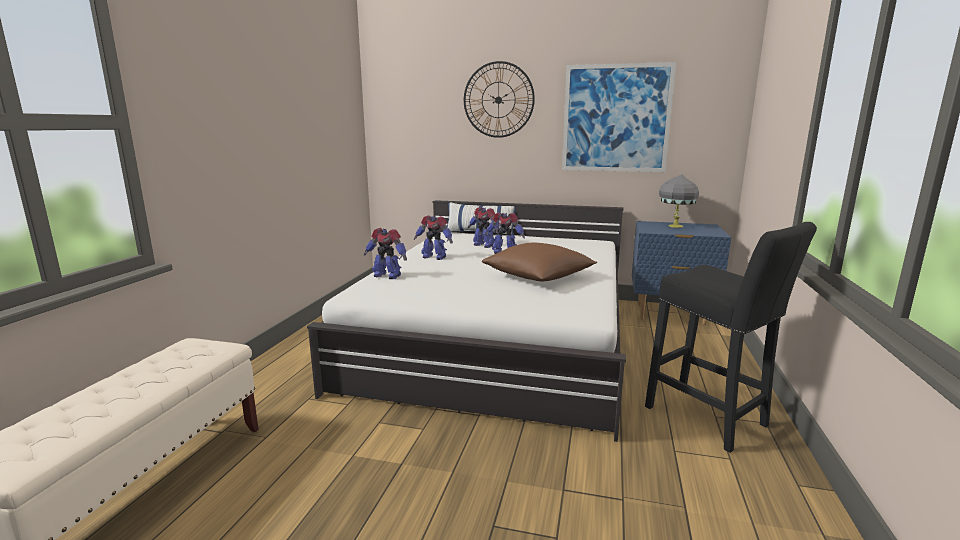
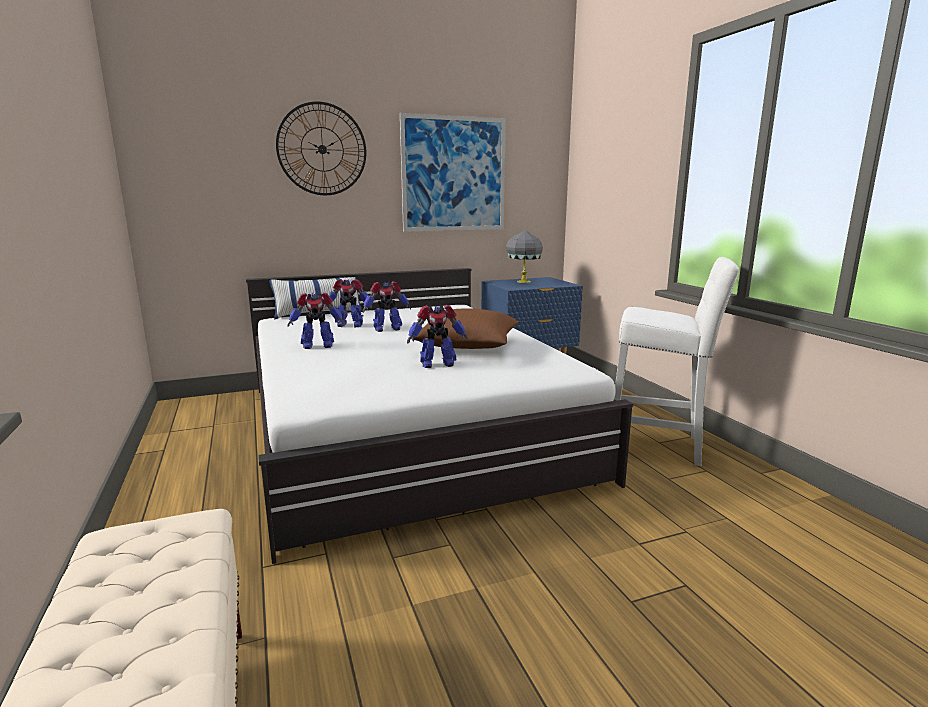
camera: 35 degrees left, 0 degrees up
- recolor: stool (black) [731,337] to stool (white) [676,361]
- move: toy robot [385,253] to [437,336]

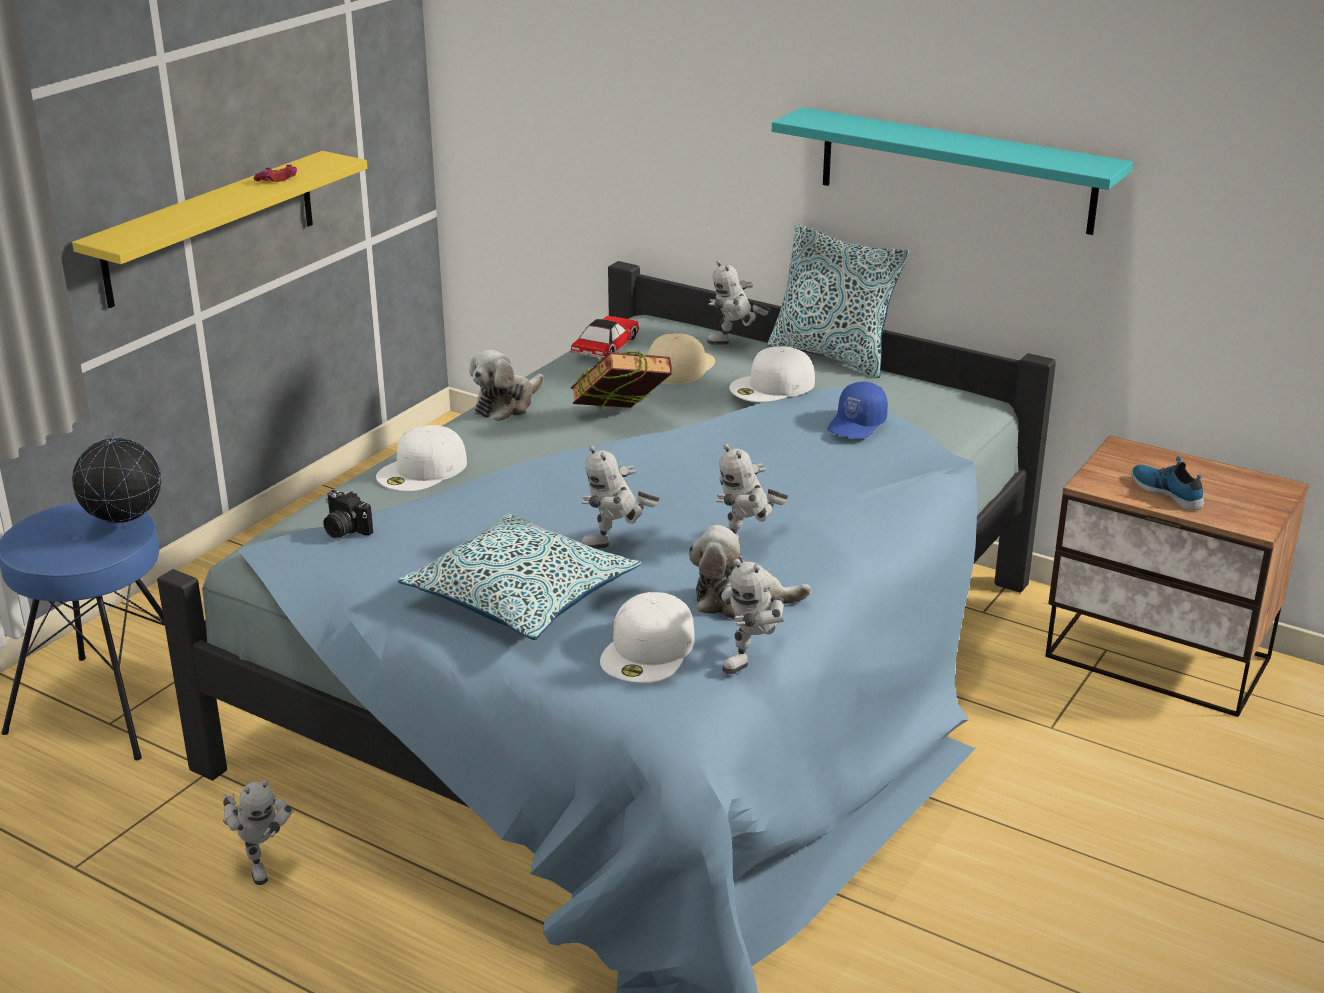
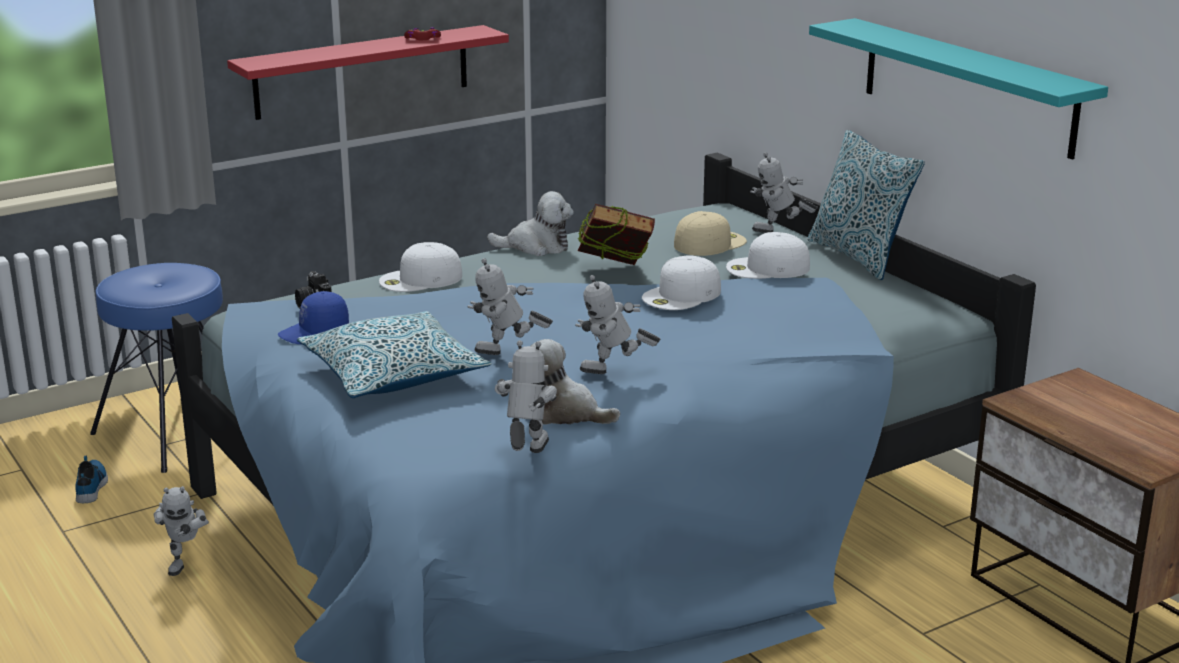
camera: 25 degrees right, 5 degrees down
- recolor: shelf (yellow) [219,229] to shelf (red) [368,72]
- delete: toy car [605,338]
- rotate: plush toy [506,385] = [530,223] 150 degrees counterclockwise
- move: cap (blue) [857,410] to [313,317]
- delete: globe [117,480]
- move: shoe [1167,483] to [91,479]
- rotate: toy robot [752,616] = [526,396] 135 degrees clockwise
- move: cap (white) [647,637] to [681,282]

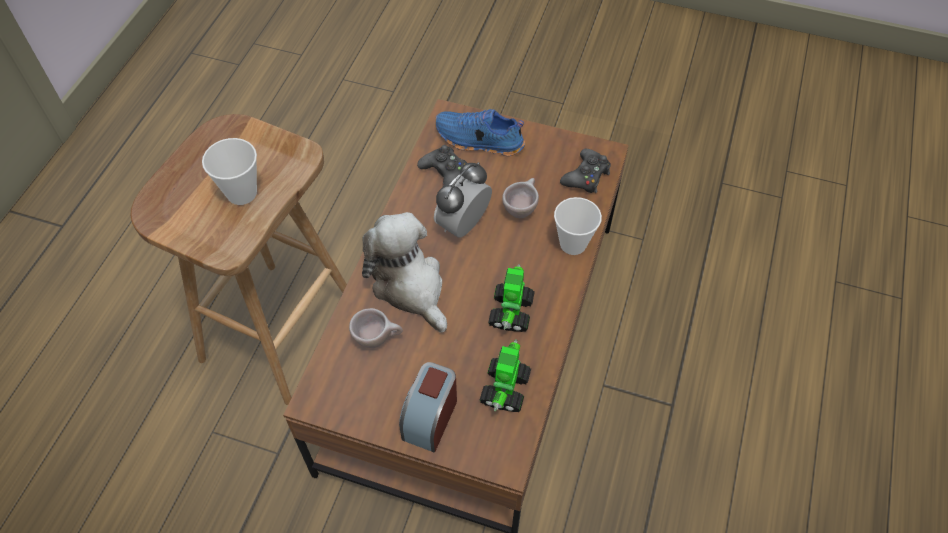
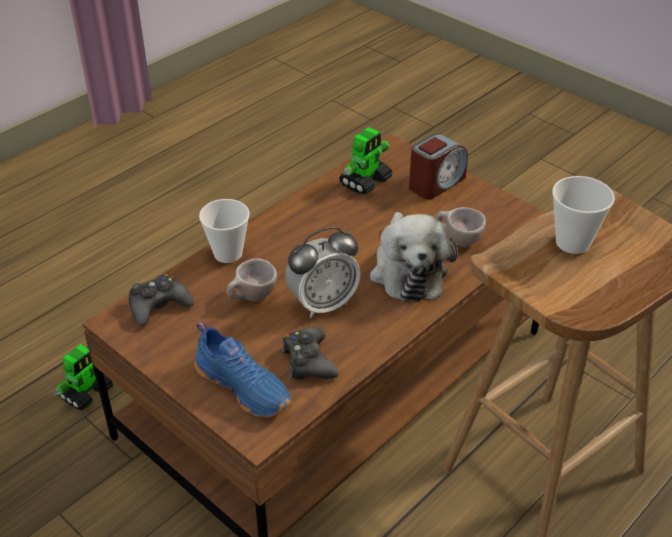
camera: 155 degrees left, 15 degrees down
- move: toy robot [511,298] to [83,377]

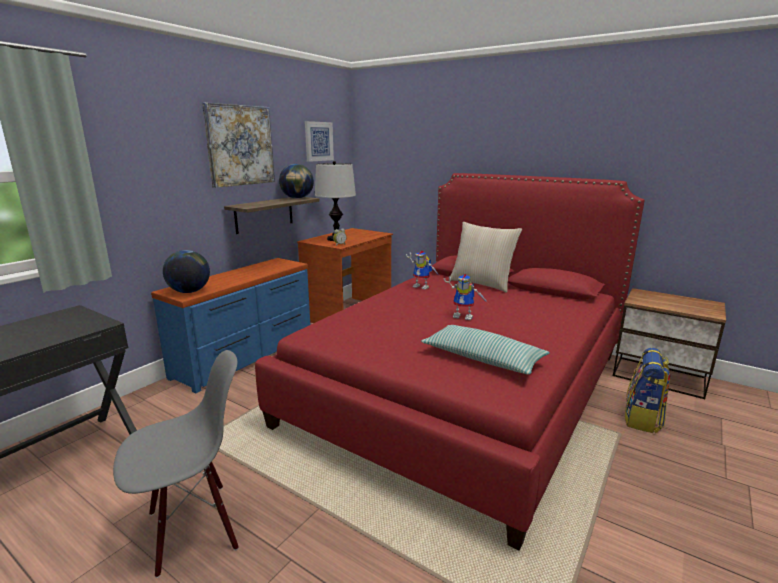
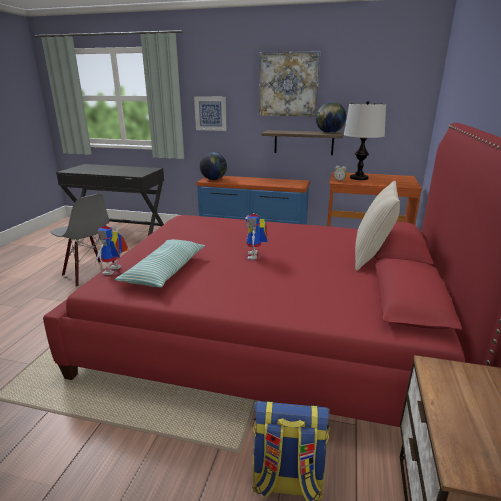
camera: 70 degrees right, 5 degrees up
- move: picture [319,141] to [210,113]
- move: toy robot [422,270] to [111,249]

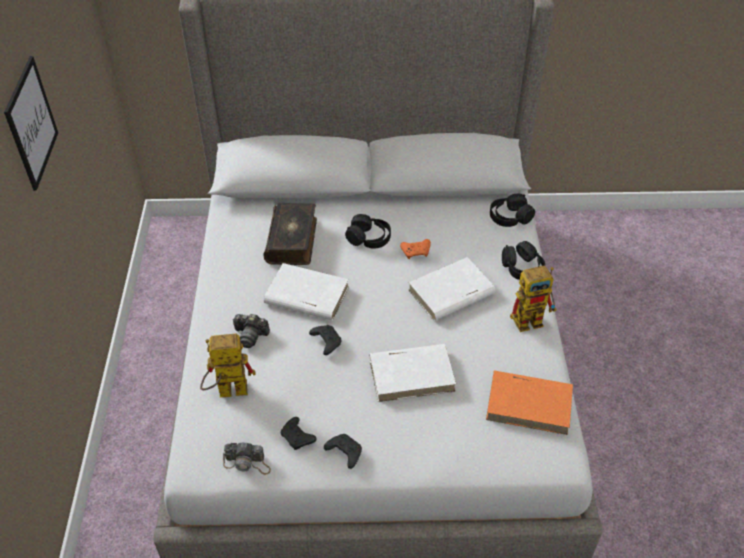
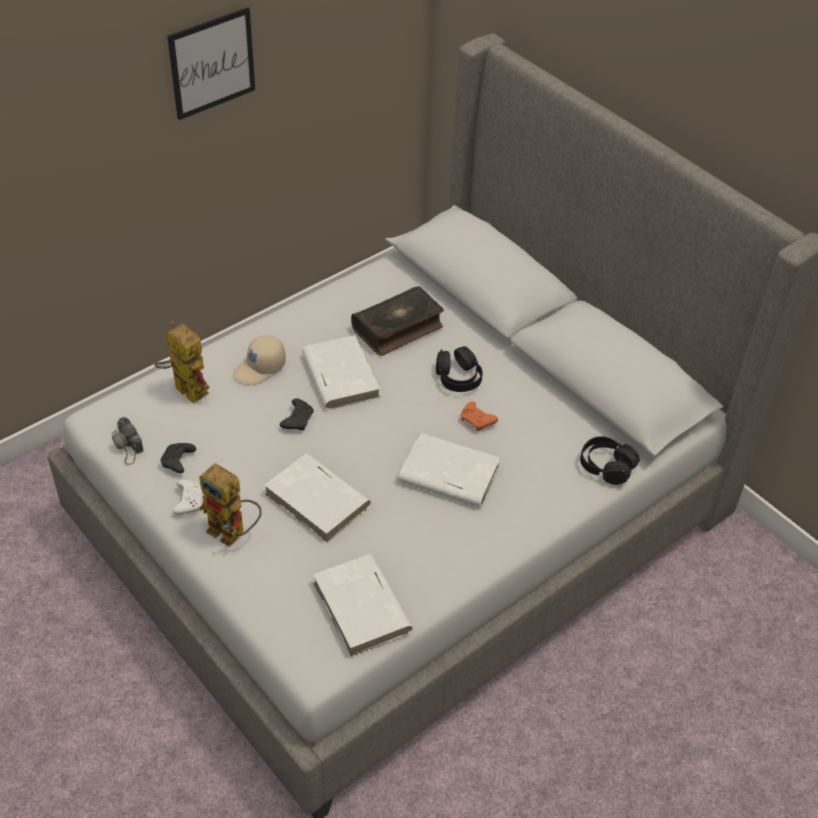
camera: 50 degrees right, 0 degrees up
- delete: headphones (black) [523,260]
- move: toy robot [533,298] to [230,505]
- replace: photo camera [251,331] to cap (beige) [260,360]
- recolor: book (orange) [529,402] to book (white) [363,605]
- recolor: game controller (black) [343,451] to game controller (white) [187,497]

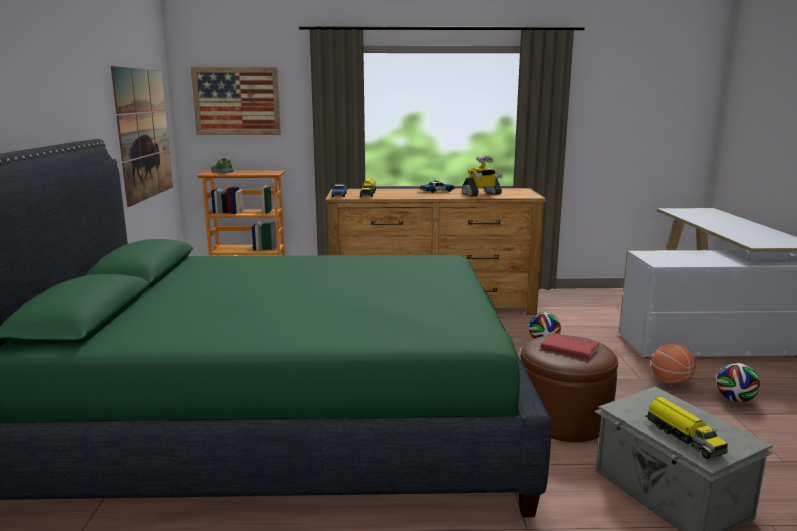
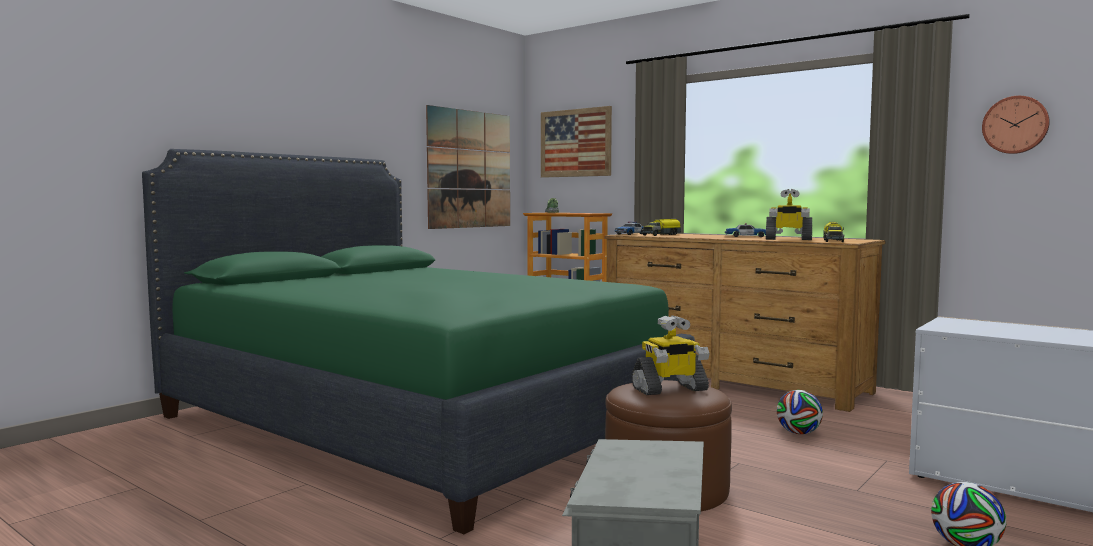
camera: 40 degrees right, 10 degrees down
- replace: book (red) [570,346] to toy robot [670,355]
- delete: basketball [673,364]
- move: toy truck [687,428] to [833,232]
- insert: wall clock [1016,125]

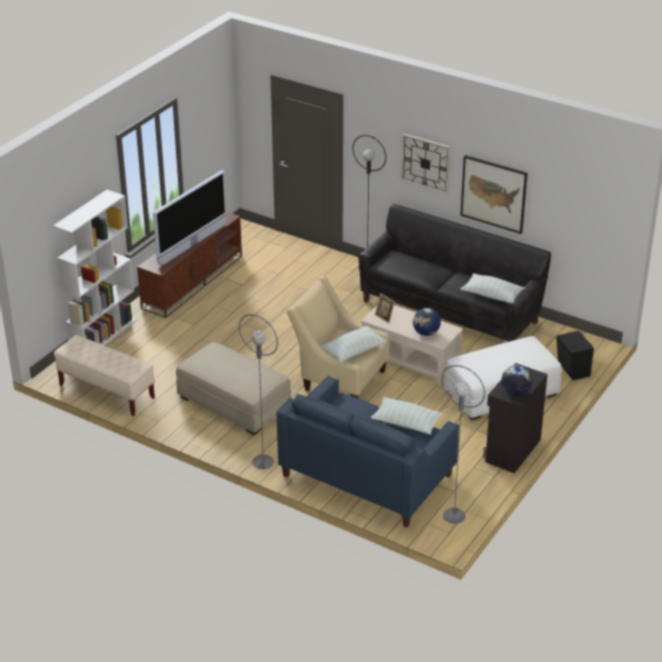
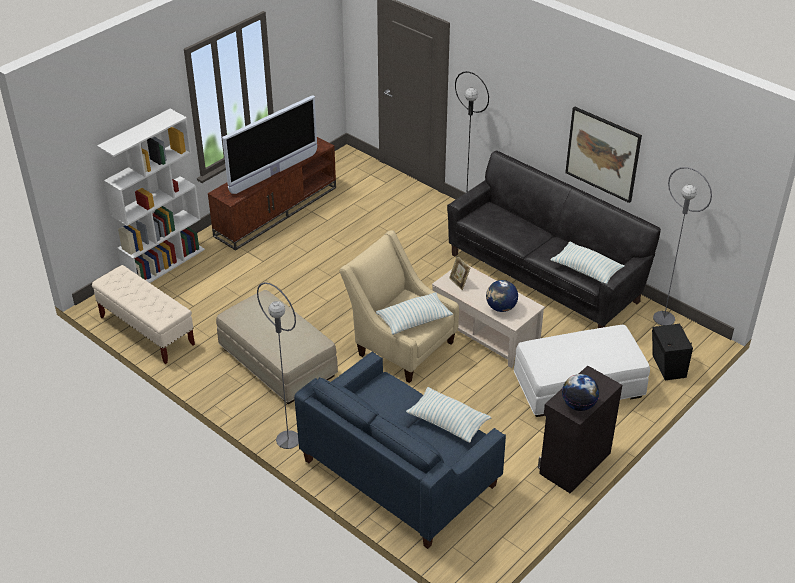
camera: 10 degrees right, 5 degrees up
- delete: wall clock [426,163]
- move: floor lamp (grey) [463,444] to [682,246]

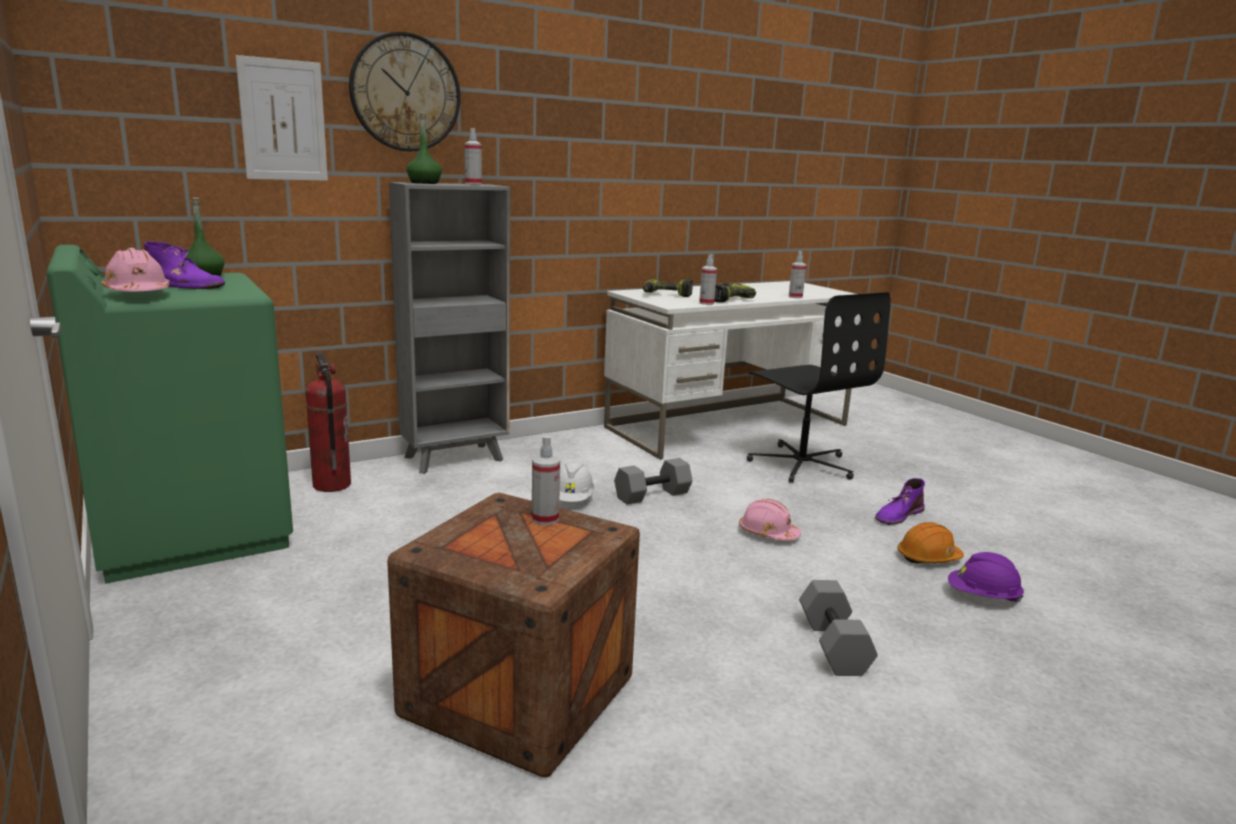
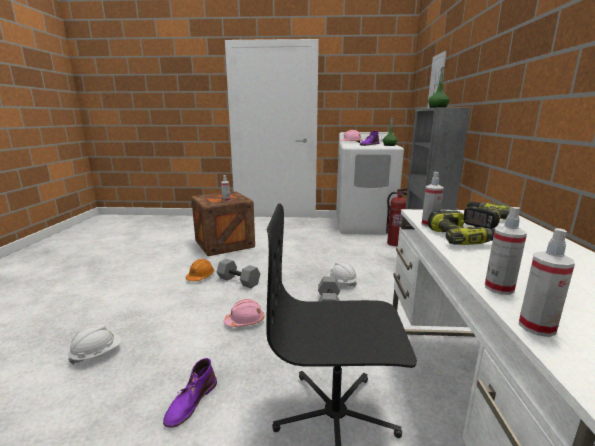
camera: 125 degrees right, 0 degrees up
- delete: wall clock [405,91]
- move: spray bottle [473,156] to [547,282]
- recolor: washing machine (green) [170,414] to washing machine (white) [370,183]
- rotate: boot (purple) [900,501] = [190,393] 150 degrees counterclockwise
- move: hard hat (orange) [930,542] to [200,270]
- recolor: hard hat (purple) [986,577] to hard hat (white) [94,345]
- move: dumbbell (grey) [838,628] to [238,273]

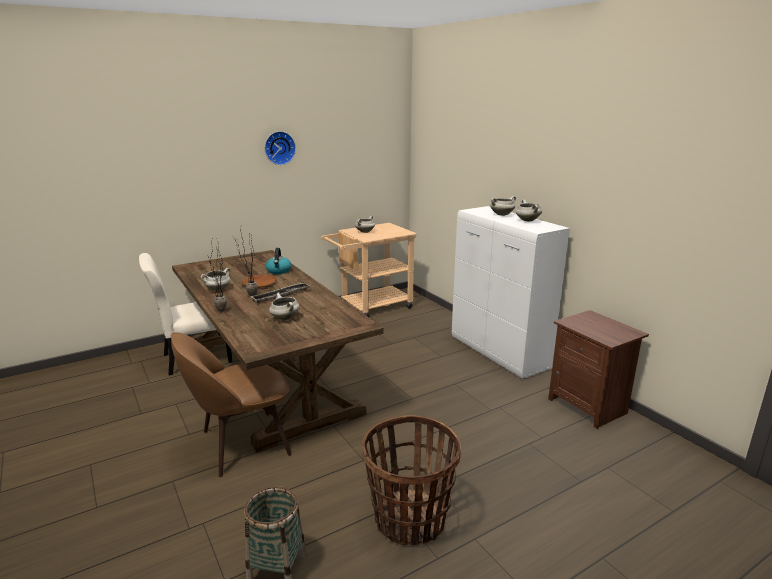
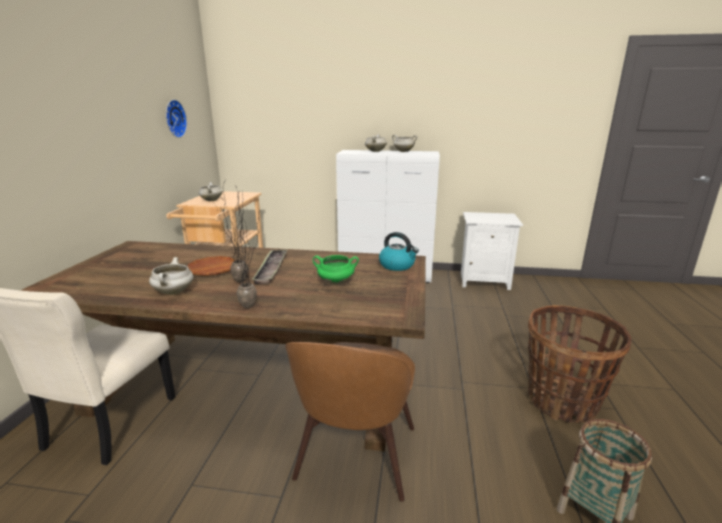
camera: 50 degrees left, 0 degrees up
- move: wall clock [280,148] to [176,119]
- move: kettle [278,261] to [399,251]
- recolor: cooking pot (white) [284,306] to cooking pot (green) [336,270]
- recolor: nightstand (brown) [598,369] to nightstand (white) [492,251]

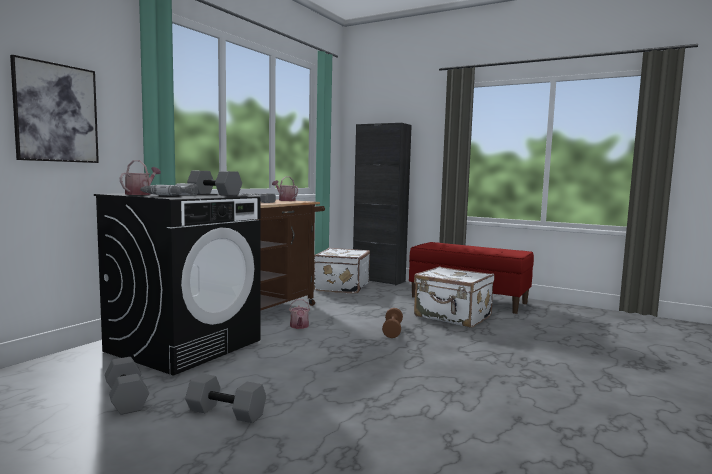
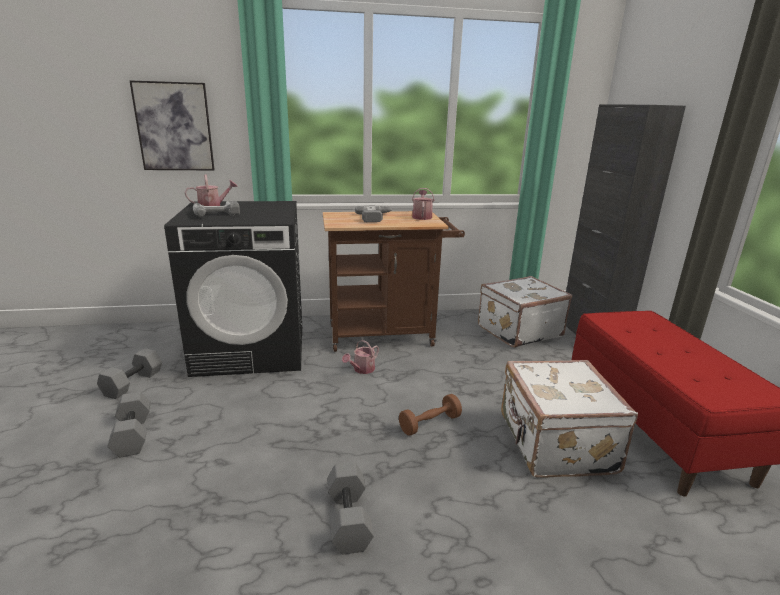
camera: 50 degrees right, 15 degrees up
- move: dumbbell (grey) [214,183] to [350,508]

